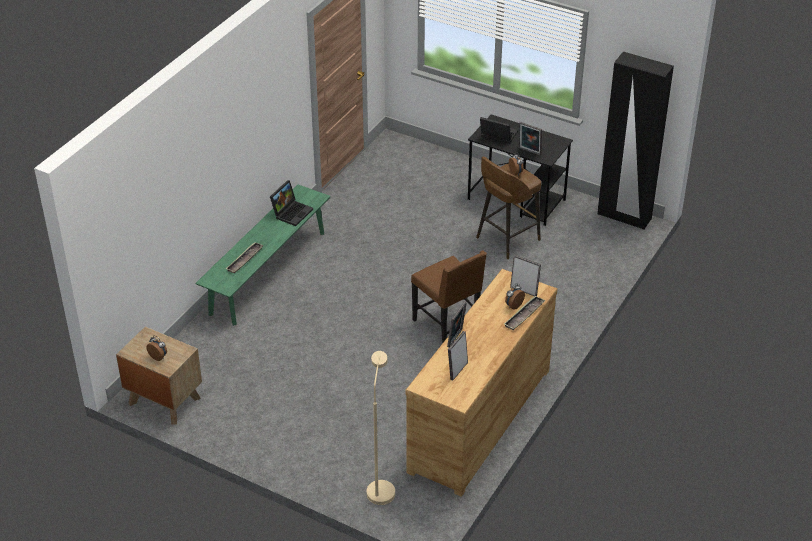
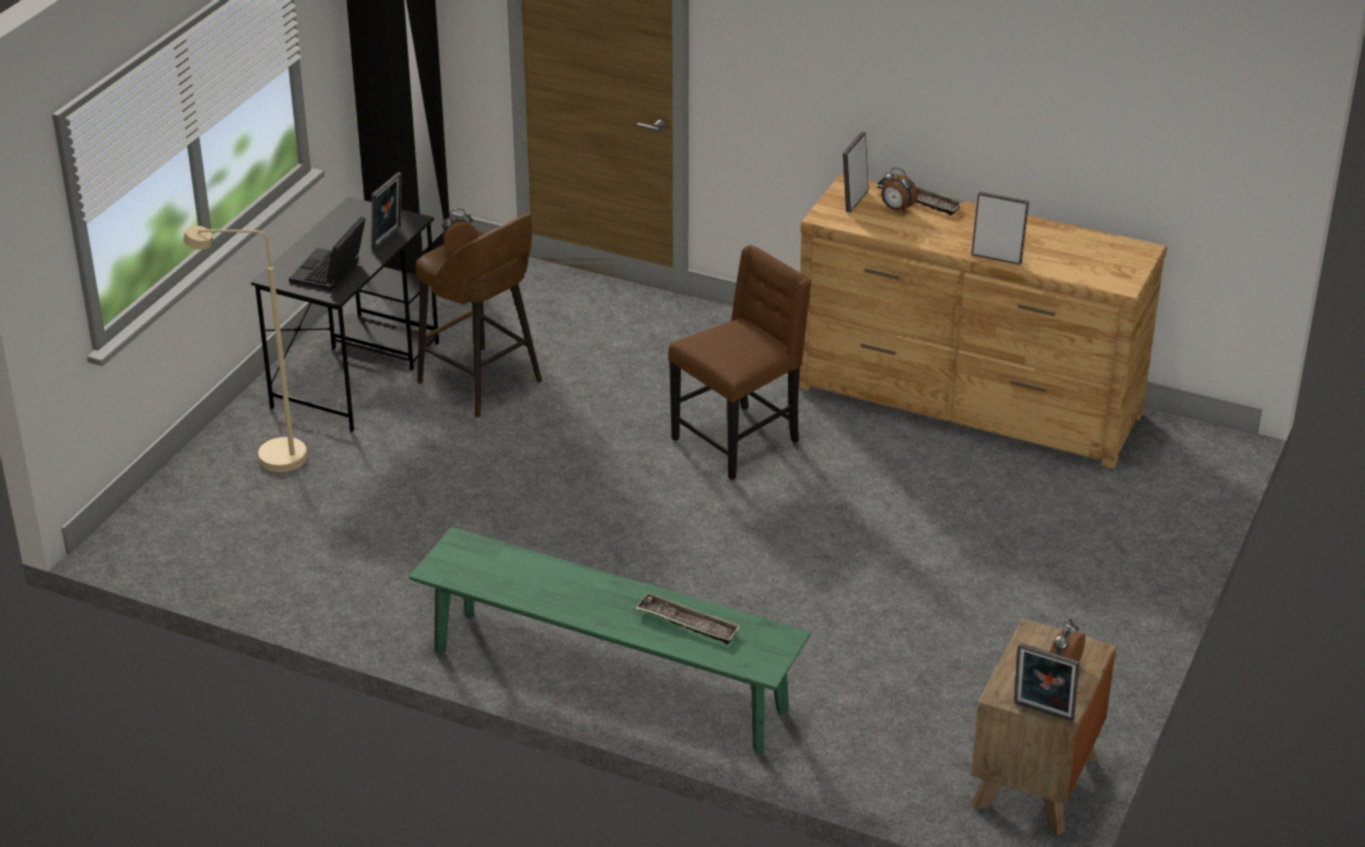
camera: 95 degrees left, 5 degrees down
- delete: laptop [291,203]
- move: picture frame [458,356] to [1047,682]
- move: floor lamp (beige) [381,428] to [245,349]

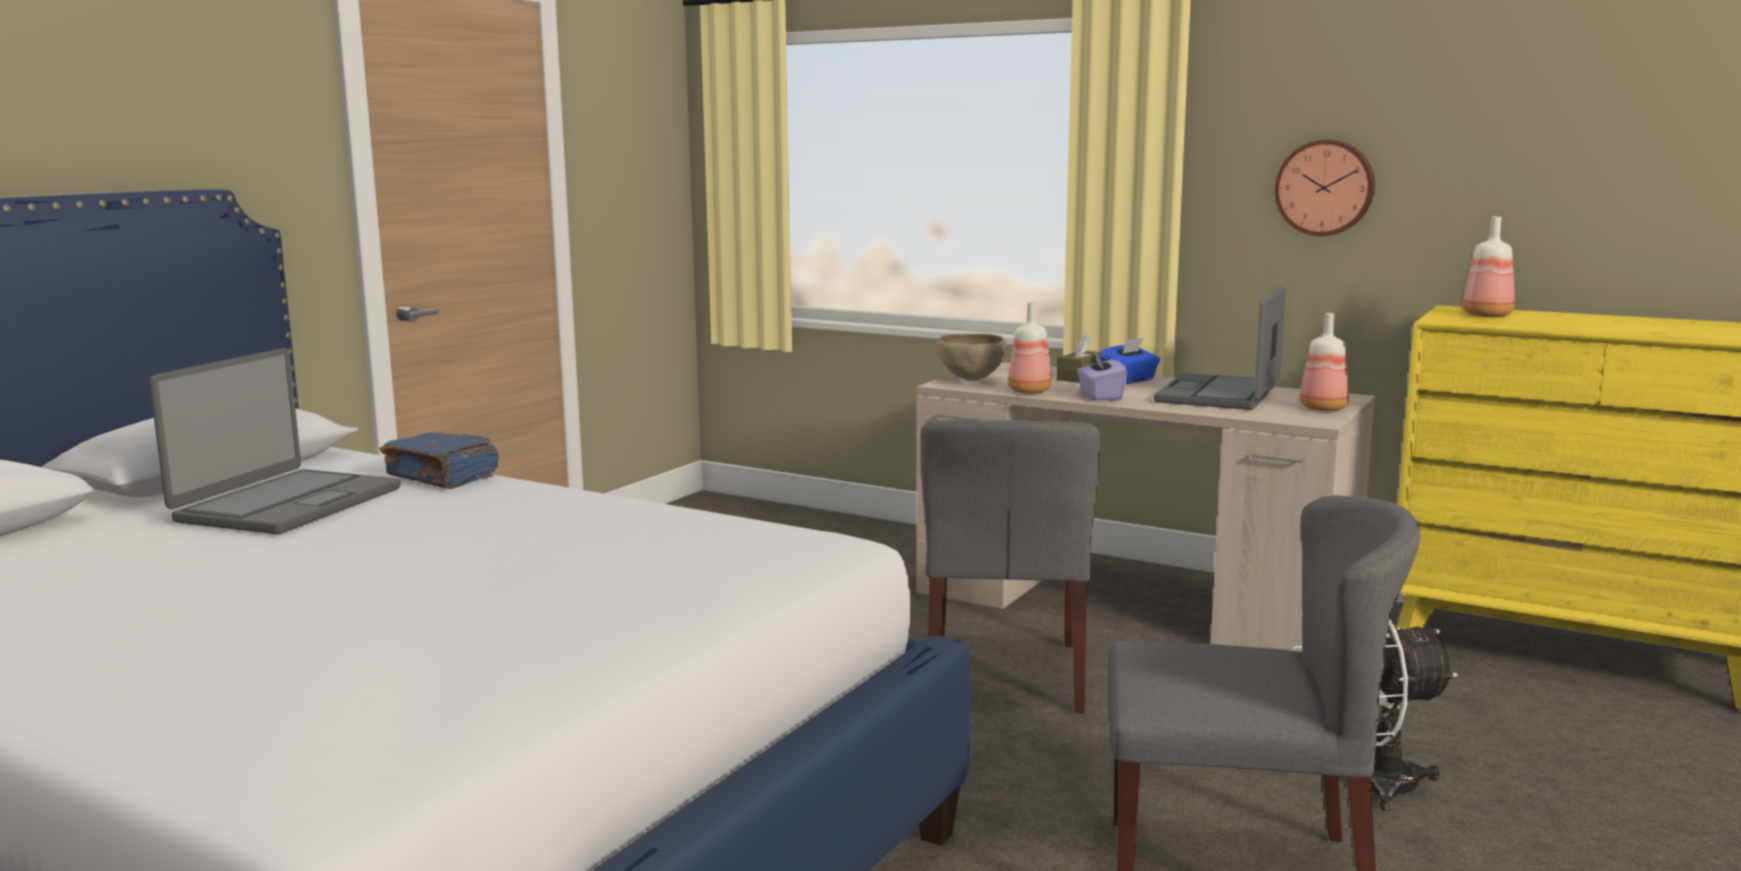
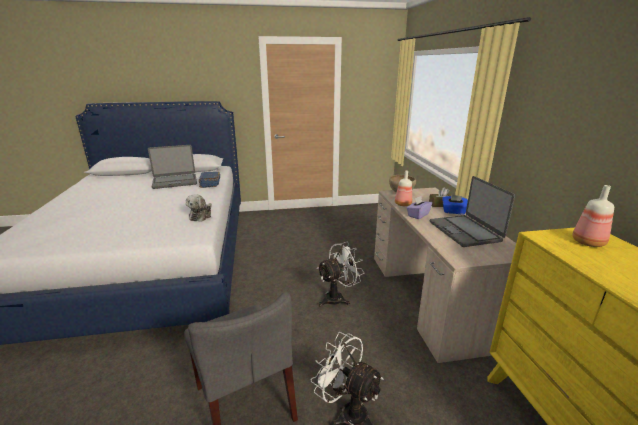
camera: 50 degrees right, 10 degrees up
- delete: wall clock [1324,187]
- rotate: laptop [1220,347] = [472,211] 90 degrees counterclockwise
- delete: bottle [1324,362]
- replace: chair (grey) [1010,566] to fan (white) [340,274]
- insert: plush toy [199,208]

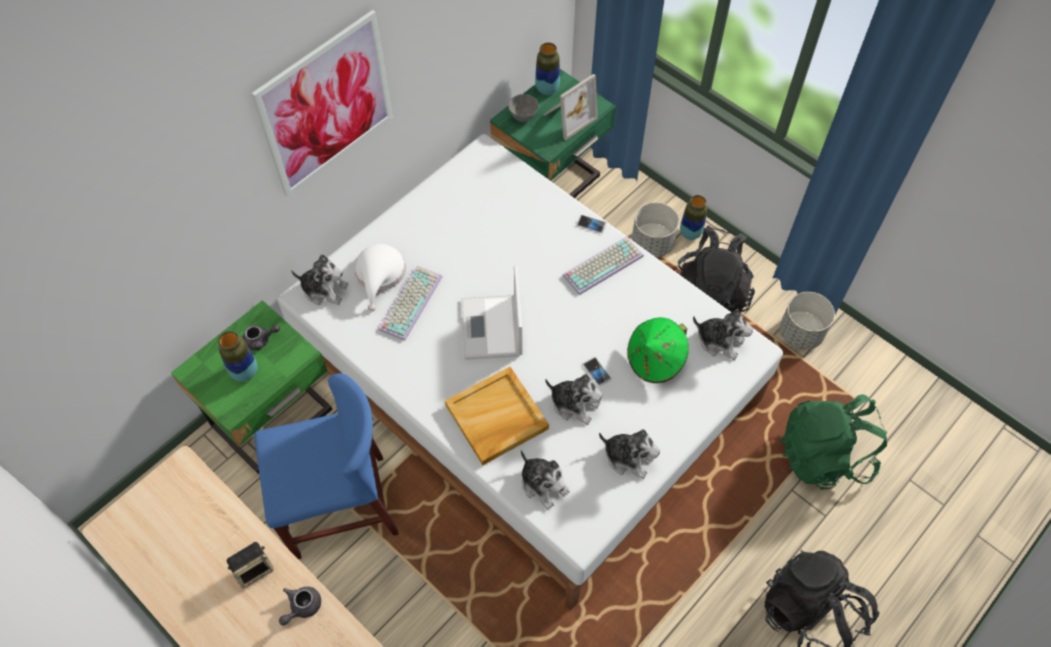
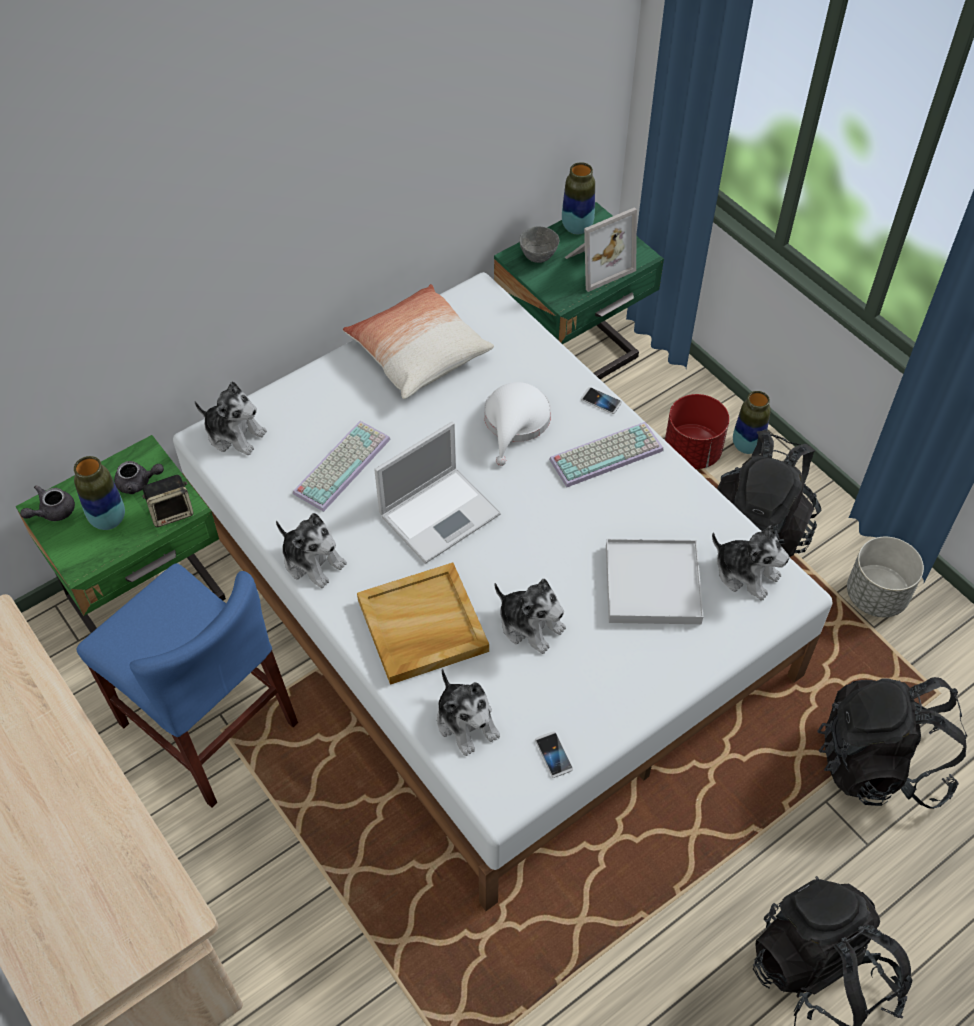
camera: 10 degrees right, 5 degrees down
- delete: picture [322,103]
- recolor: planter (grey) [655,230] to planter (red) [697,431]
- move: hat (white) [380,278] to [517,424]
- rotate: laptop [492,312] = [437,493] 135 degrees counterclockwise
- replace: hat (green) [658,350] to tray (white) [654,581]
- move: phone [597,371] to [554,754]
- rotate: chair (blue) [326,466] = [187,685] 45 degrees clockwise
- recolor: backpack (green) [833,442] to backpack (black) [892,743]
- move: plush toy [629,454] to [311,550]
- move: speaker [250,565] to [168,501]
- move: teapot (grey) [300,606] to [47,503]
- insert: pillow [418,341]

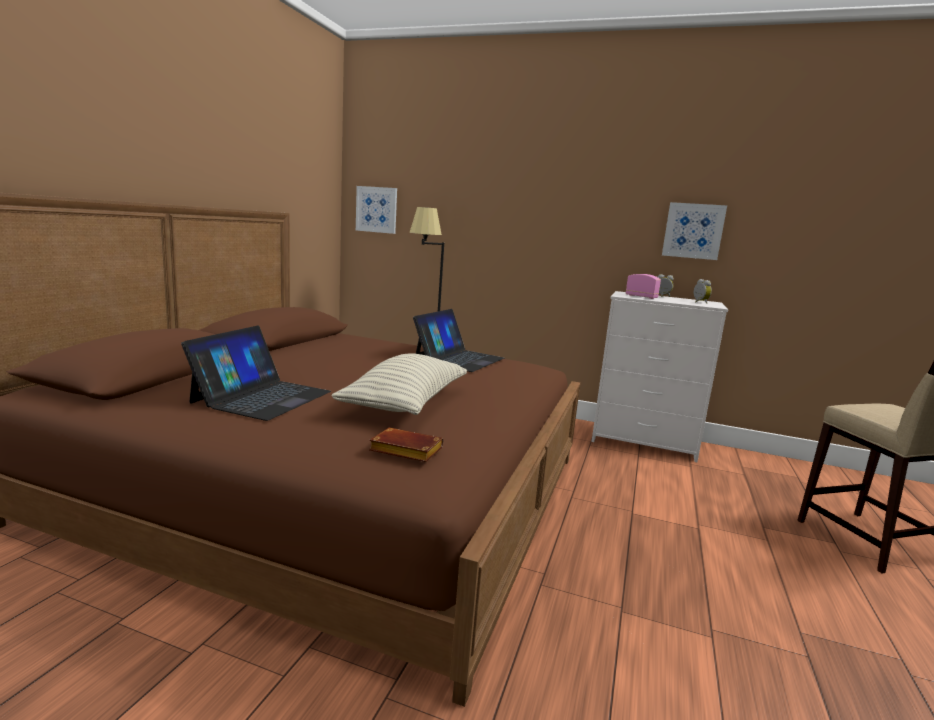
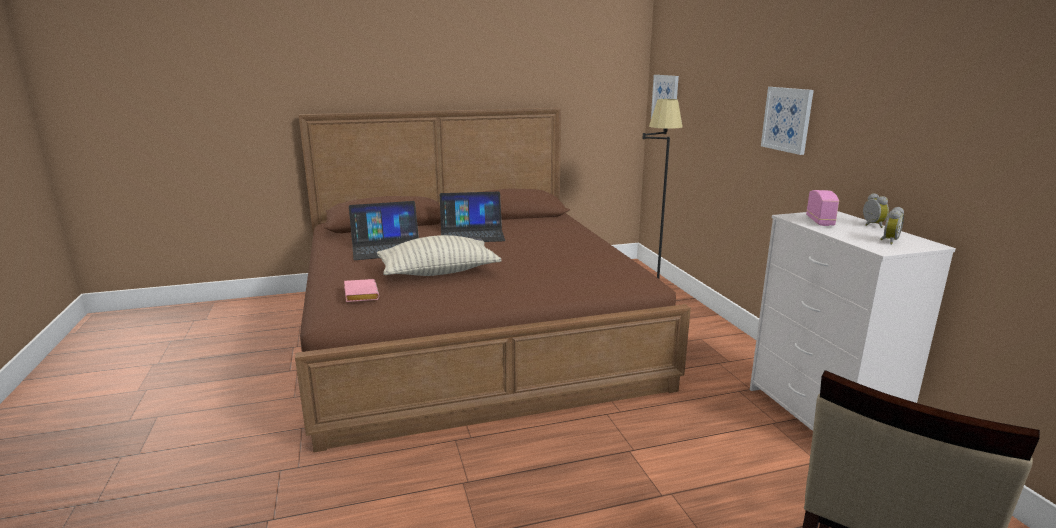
camera: 55 degrees right, 5 degrees up
- move: picture [694,231] to [787,121]
- move: laptop [458,340] to [472,217]
- recolor: book (brown) [406,444] to book (pink) [361,290]

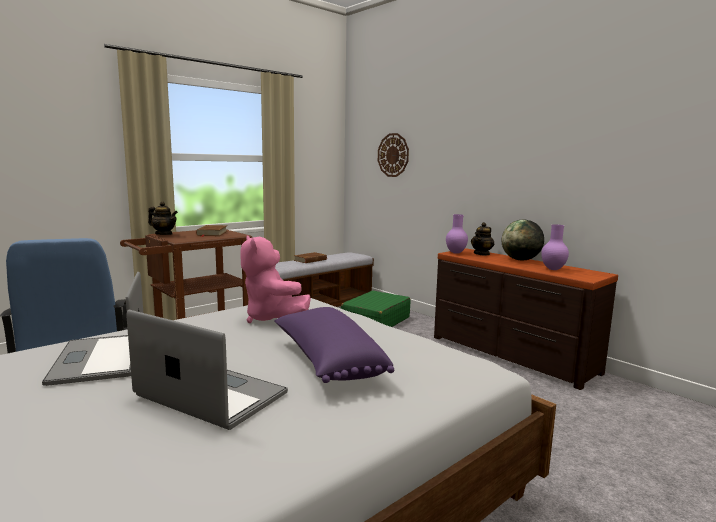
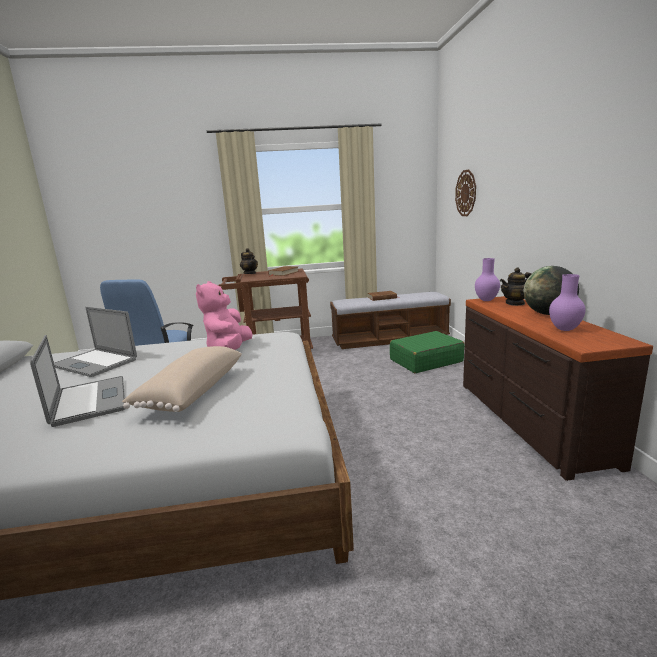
camera: 35 degrees right, 5 degrees up
- rotate: laptop [92,329] = [95,342] 75 degrees counterclockwise
- recolor: pillow (purple) [334,345] to pillow (beige) [182,379]

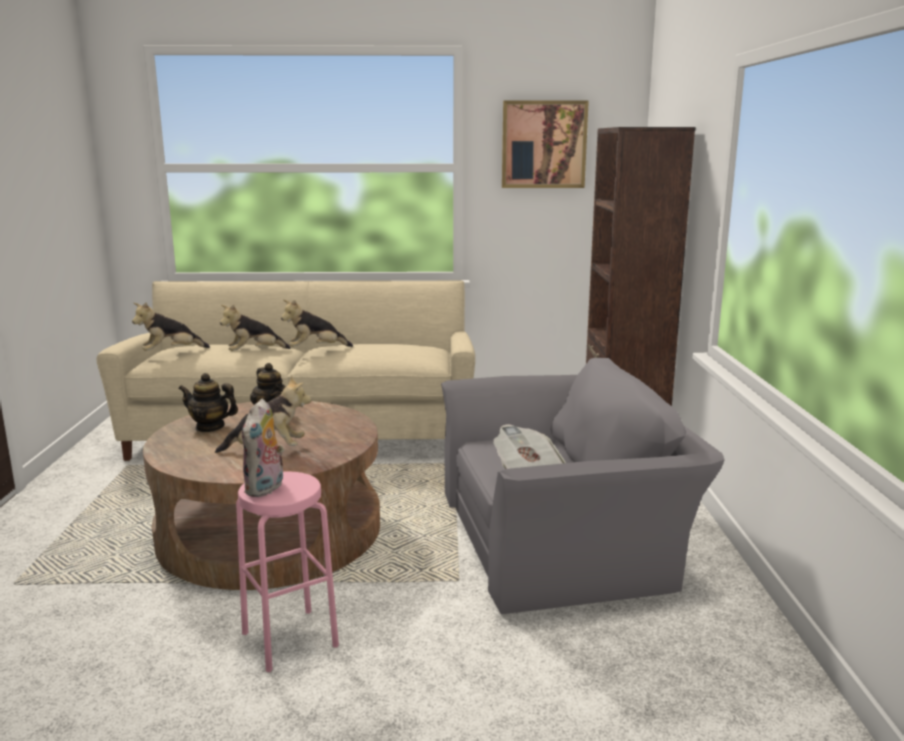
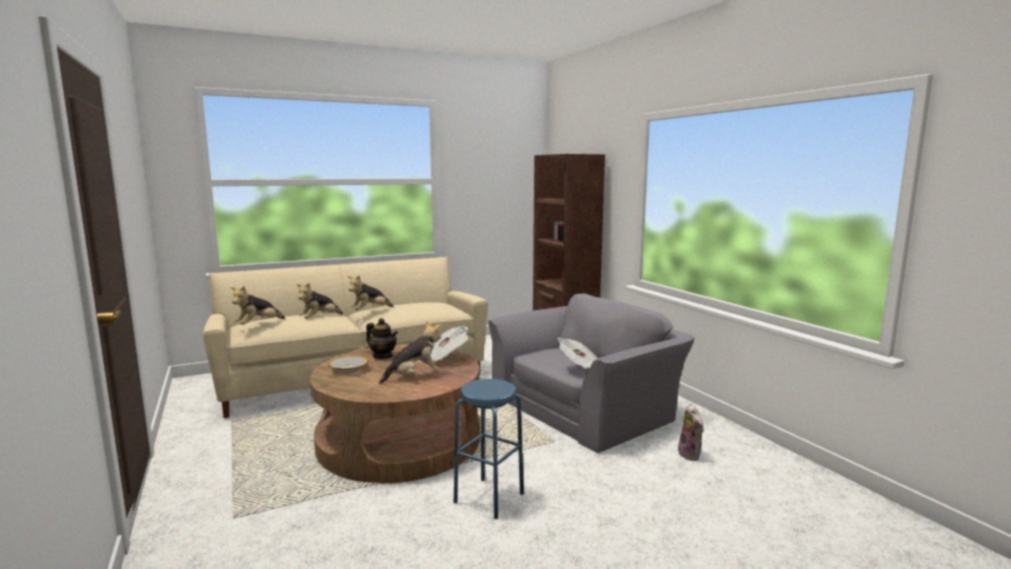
camera: 25 degrees left, 5 degrees down
- delete: picture [545,144]
- replace: teapot [208,402] to bowl [348,365]
- move: plush toy [263,448] to [691,432]
- recolor: stool (pink) [287,571] to stool (blue) [489,449]
- insert: newspaper [443,344]

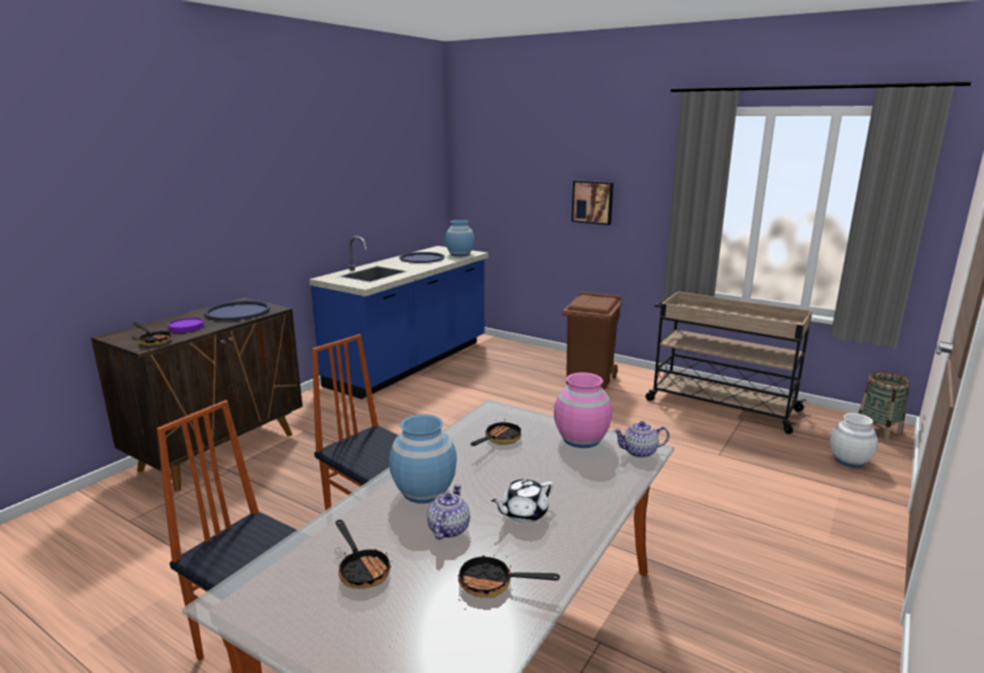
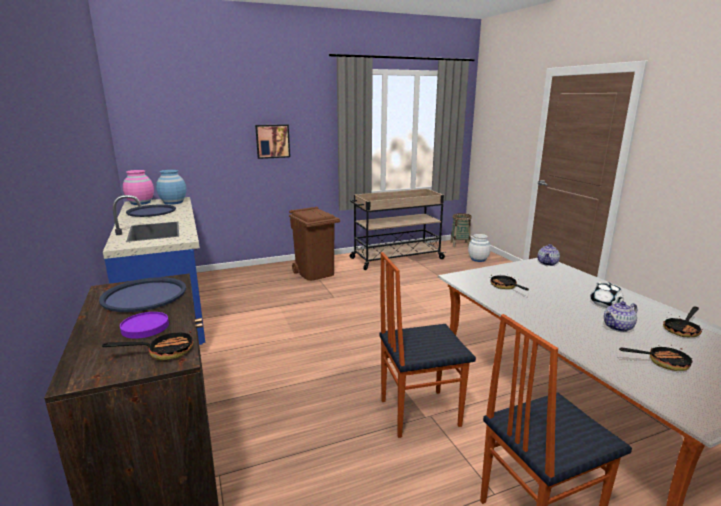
camera: 55 degrees left, 0 degrees up
- move: vase (pink) [583,410] to [138,187]
- delete: vase (blue) [423,458]
- rotate: teapot [448,512] = [620,316] 75 degrees counterclockwise

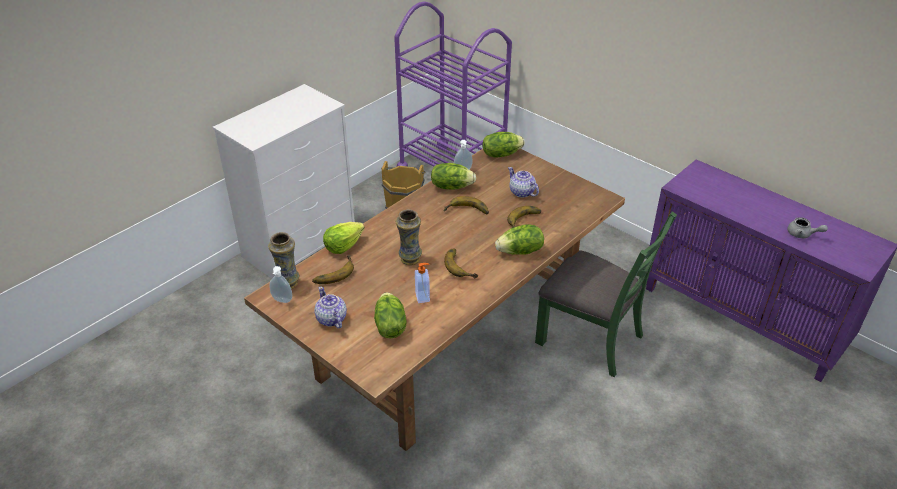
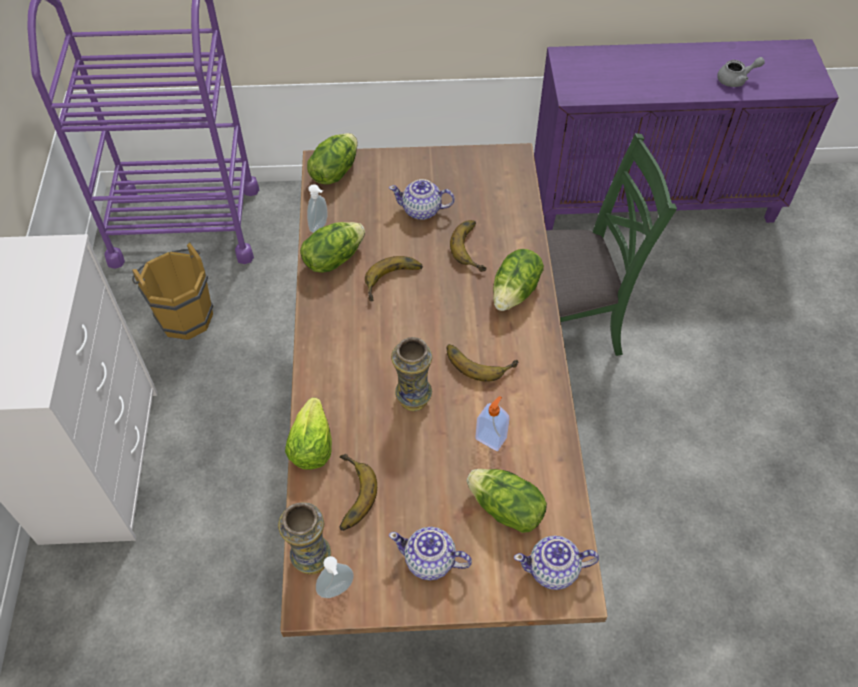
camera: 45 degrees left, 15 degrees up
- insert: teapot [556,562]

